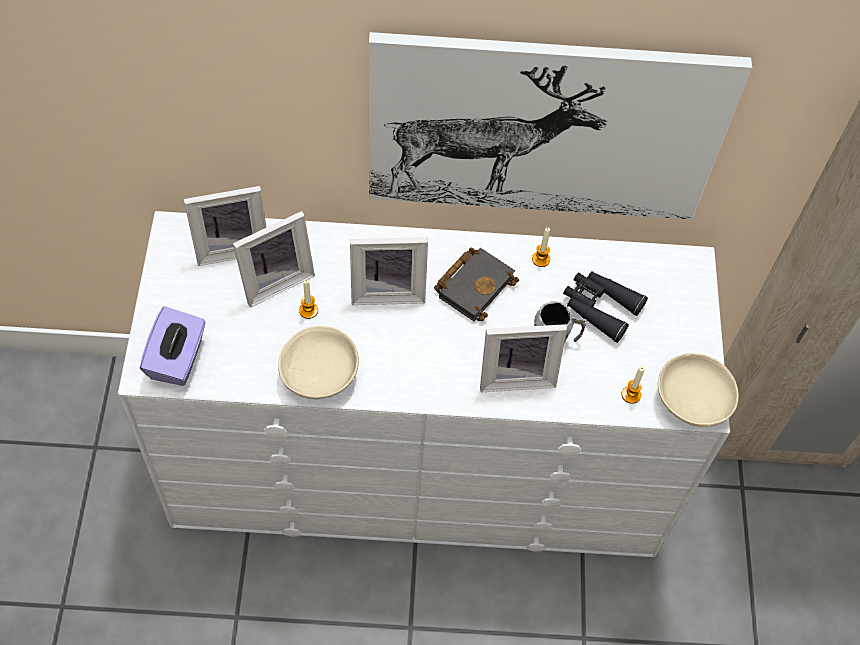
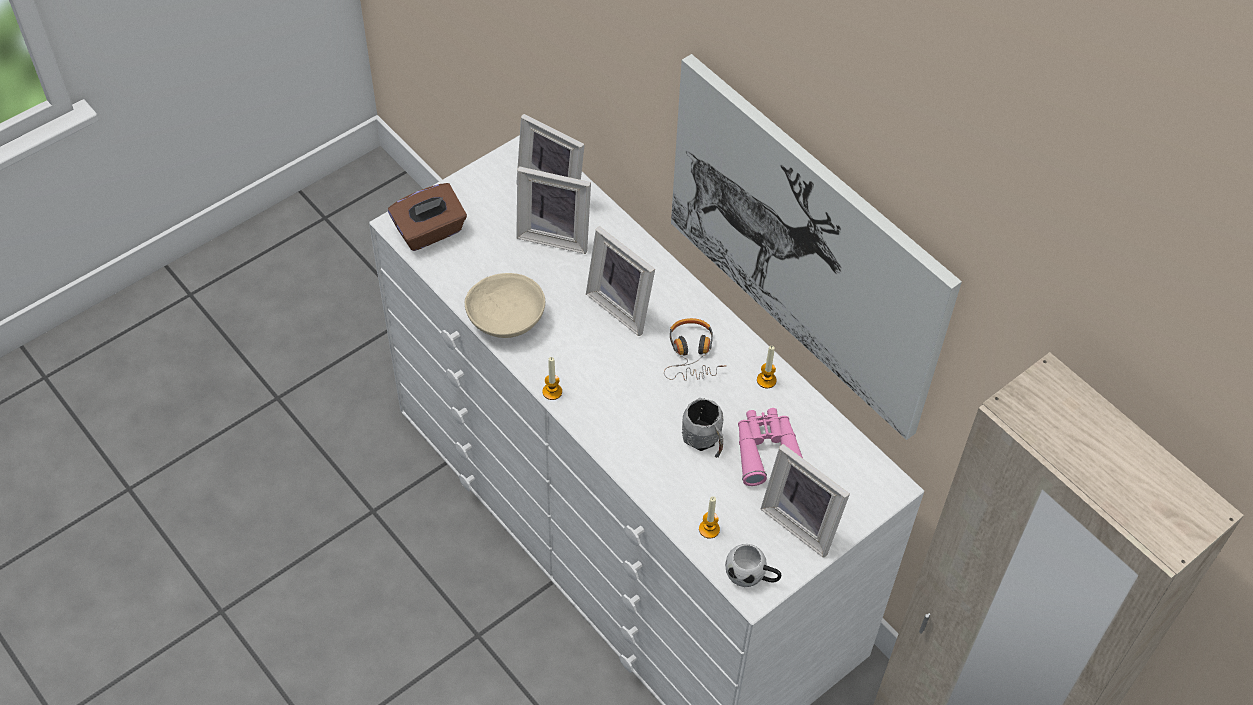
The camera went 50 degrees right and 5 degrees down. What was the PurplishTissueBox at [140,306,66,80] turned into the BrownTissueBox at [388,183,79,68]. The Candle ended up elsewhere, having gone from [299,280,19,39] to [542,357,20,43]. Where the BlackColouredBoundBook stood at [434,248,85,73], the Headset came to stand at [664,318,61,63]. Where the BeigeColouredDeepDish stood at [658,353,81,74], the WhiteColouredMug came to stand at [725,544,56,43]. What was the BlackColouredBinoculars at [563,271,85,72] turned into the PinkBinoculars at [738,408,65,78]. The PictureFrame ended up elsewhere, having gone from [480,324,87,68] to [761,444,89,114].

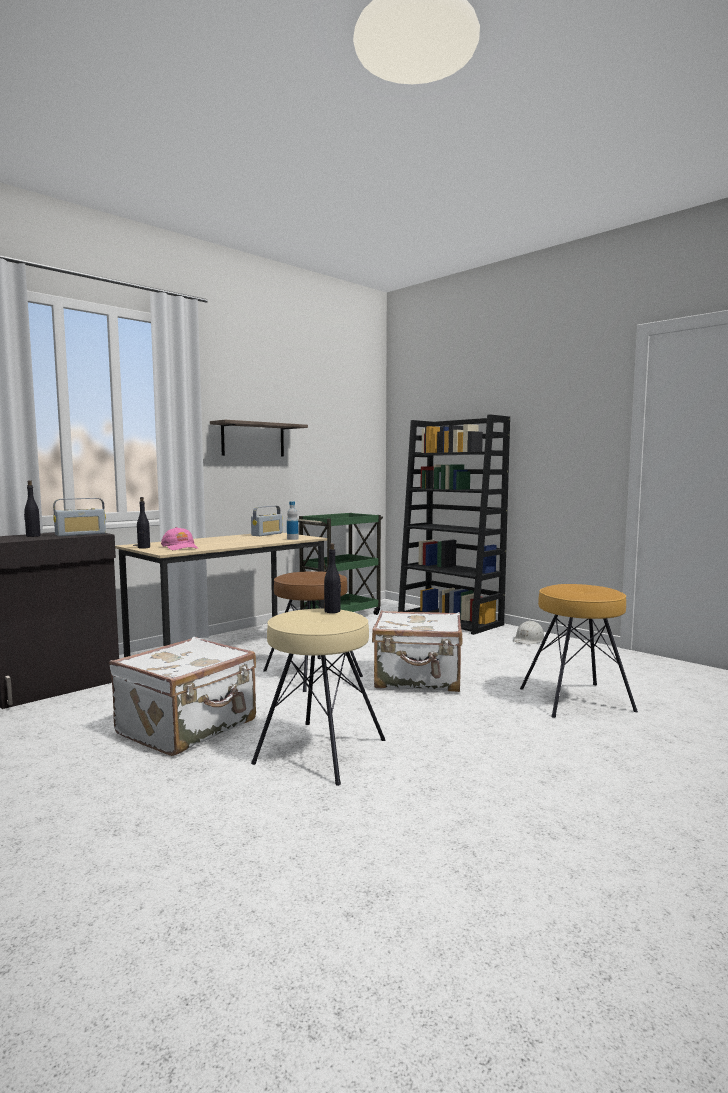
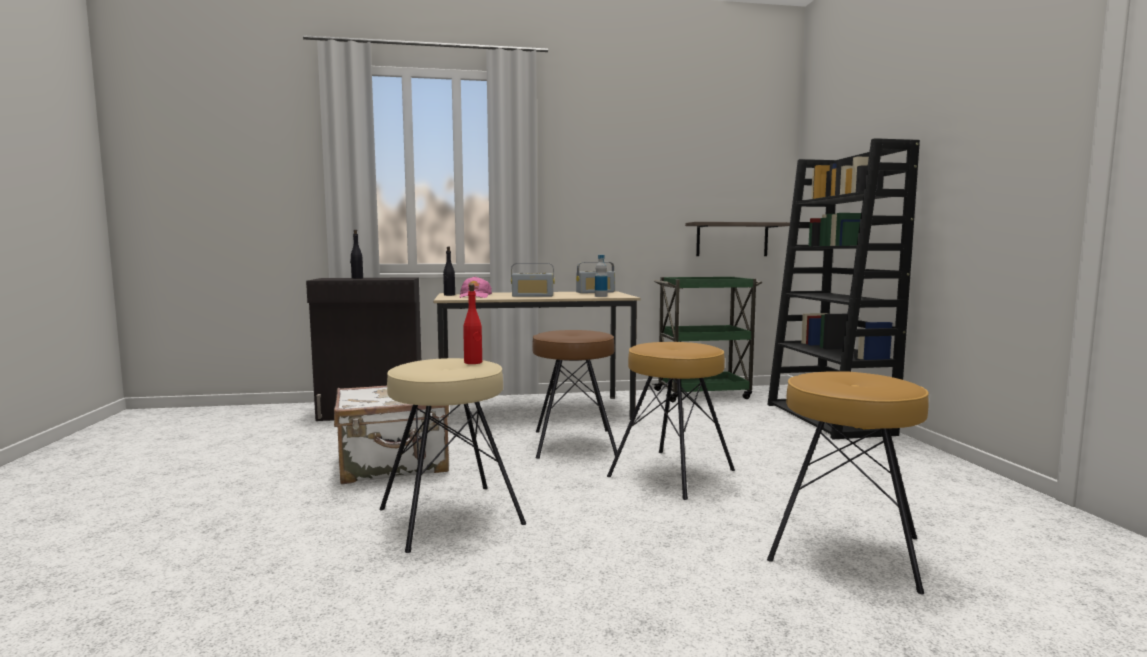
The camera went 35 degrees right and 0 degrees up. What was the BlackColouredBottle at [324,543,17,70] turned into the RedBottle at [463,284,19,80]. The Radio ended up elsewhere, having gone from [53,498,53,38] to [511,263,43,34]. Where the WhiteColouredSuitcase stood at [372,610,90,82], the BrownStoolSeat came to stand at [607,342,128,158]. The BracketShelf ended up elsewhere, having gone from [210,420,98,37] to [685,222,105,34]. The second view lost the WhiteColouredWorkHelmet at [513,621,31,23].

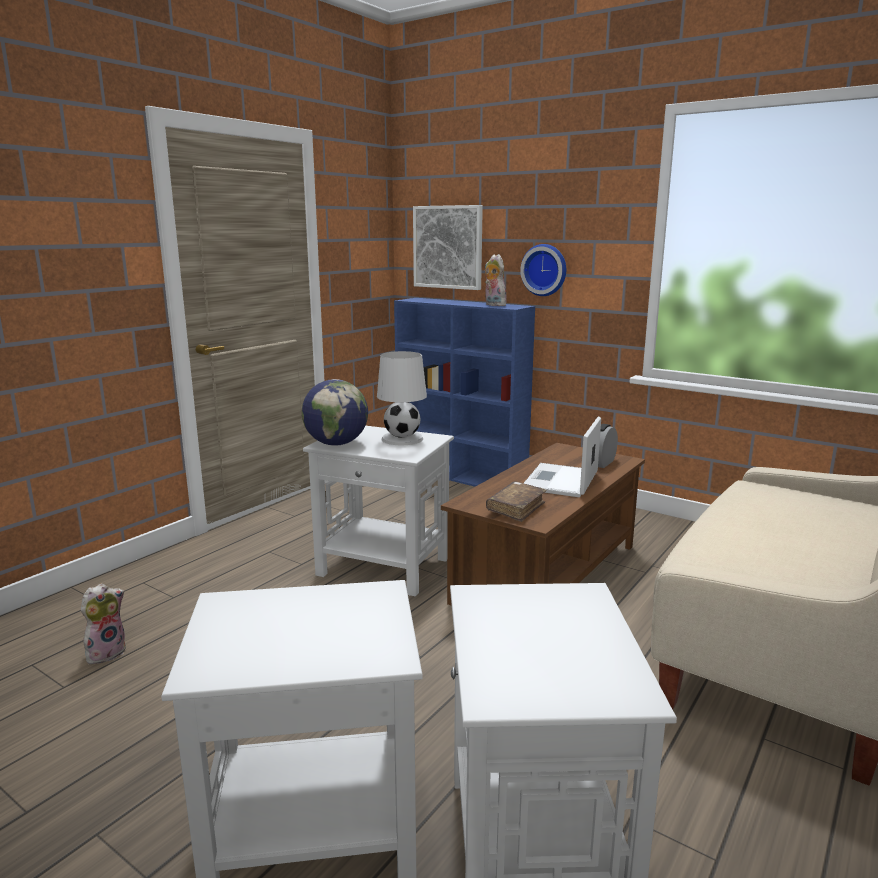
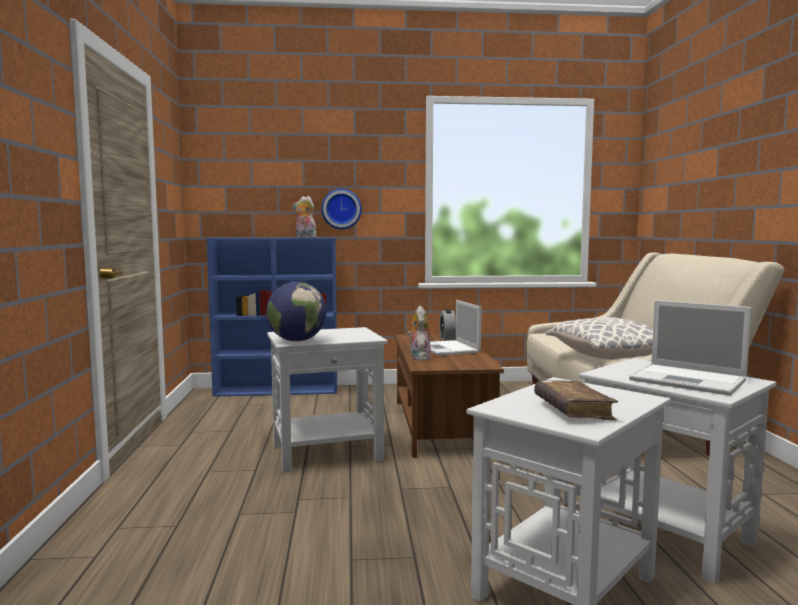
The camera went 40 degrees left and 10 degrees down. The CuddlyToy ended up elsewhere, having gone from [81,583,45,81] to [407,306,24,55]. The BrownBoundBook ended up elsewhere, having gone from [486,481,61,41] to [534,380,84,41]. The second view gained the Pillow at [546,317,107,42]. The second view gained the Laptop at [629,300,123,96]. The second view lost the WhiteColouredLampForATable at [377,351,50,94]. The second view lost the Picture at [413,205,70,85].

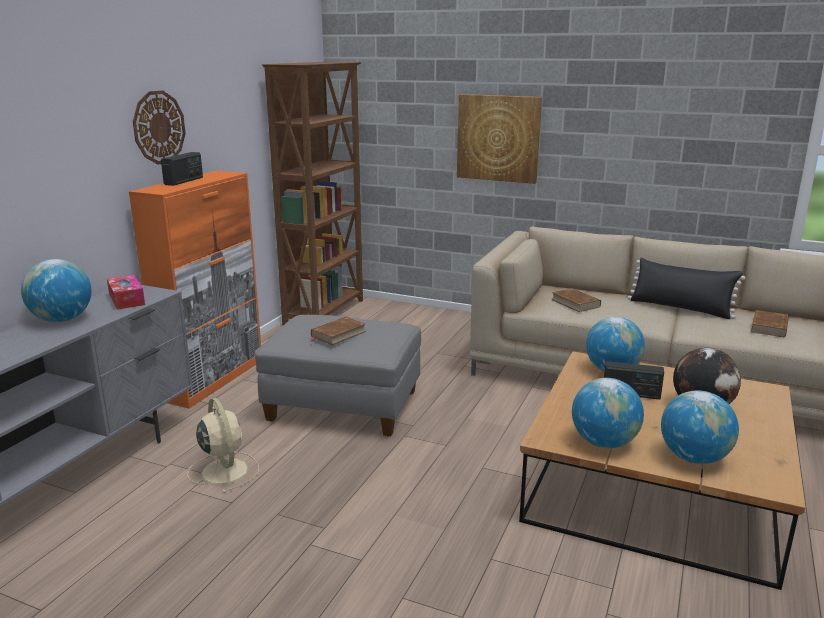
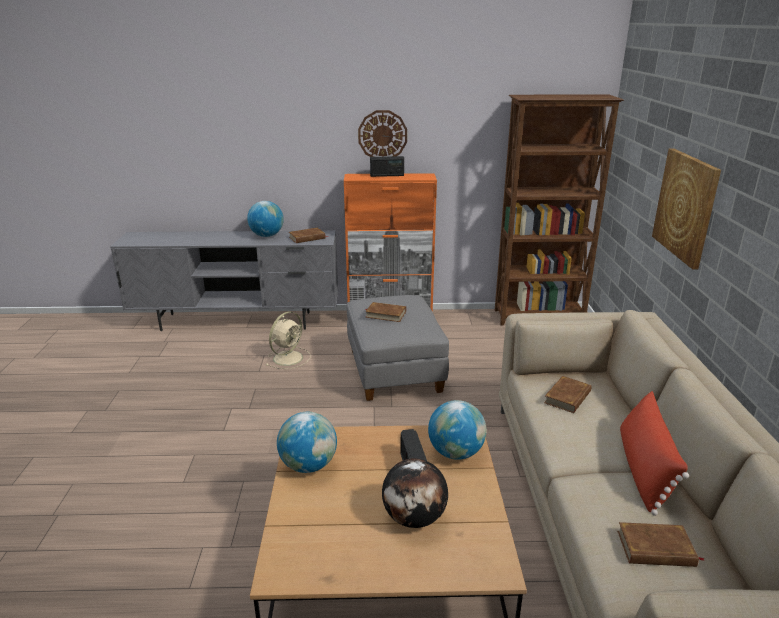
The camera went 65 degrees right and 5 degrees up. Where the TissueBox stood at [107,275,38,34], the BrownBoundBook came to stand at [289,228,40,15]. What was the BlackColouredPillow at [627,258,118,61] turned into the RedPillow at [620,391,69,125]. The second view lost the Globe at [661,390,78,74].

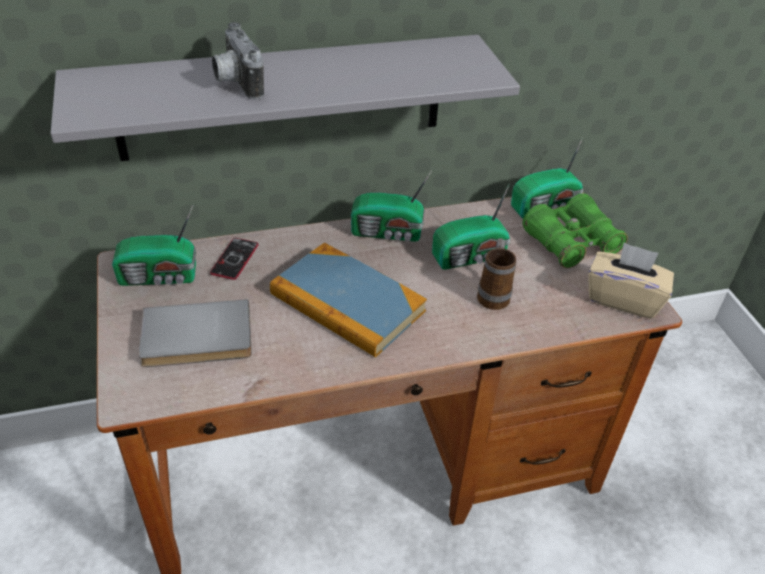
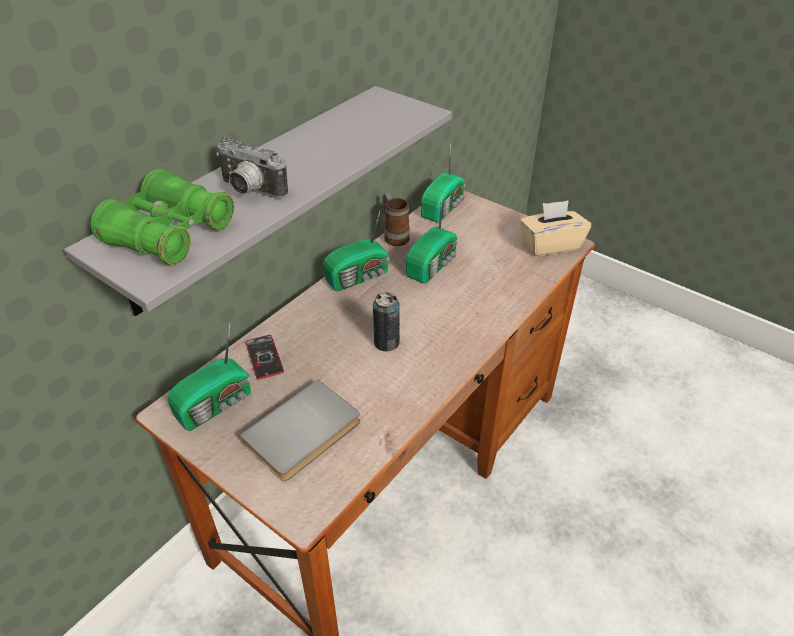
The camera went 35 degrees left and 0 degrees up. The GreenishBinoculars ended up elsewhere, having gone from [522,193,106,75] to [91,169,143,96]. Where the BoundBook stood at [270,243,157,114], the MetalCan came to stand at [373,292,27,60]. The Mug ended up elsewhere, having gone from [477,238,39,72] to [382,193,28,53].

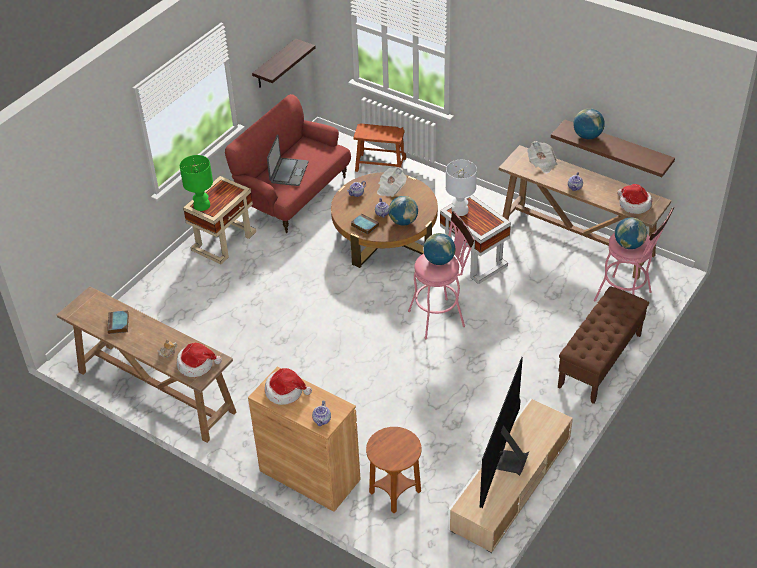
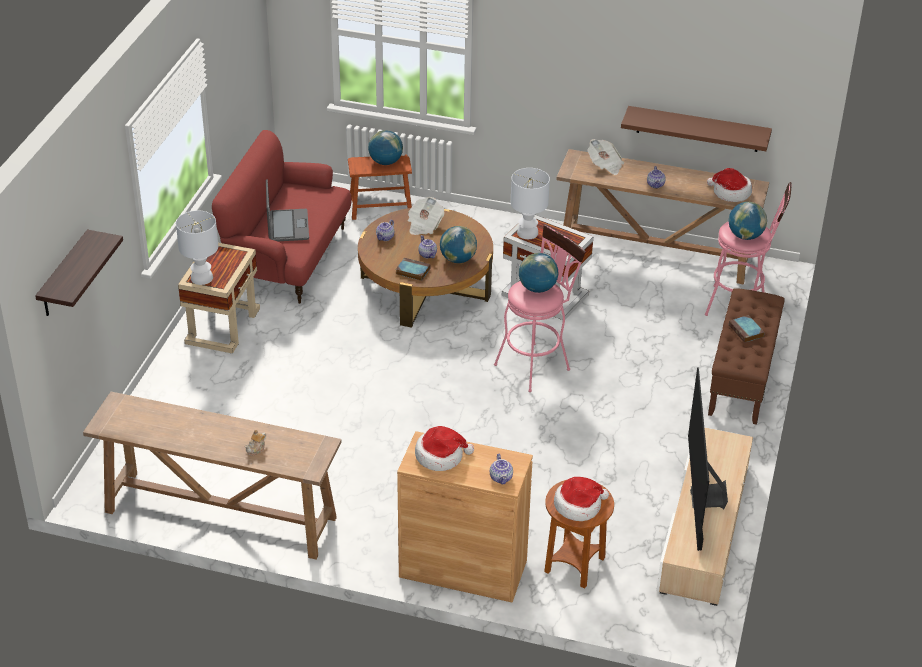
The camera went 20 degrees left and 5 degrees down. The BracketShelf ended up elsewhere, having gone from [252,39,64,49] to [35,229,88,87]. What was the GreenishLampForATable at [180,155,33,56] turned into the WhiteColouredLampForATable at [176,211,42,74]. The Globe ended up elsewhere, having gone from [574,108,31,31] to [368,130,35,35]. The WearableHat ended up elsewhere, having gone from [177,343,45,34] to [554,477,55,44]. The BoundBook ended up elsewhere, having gone from [107,310,22,24] to [729,315,35,28].

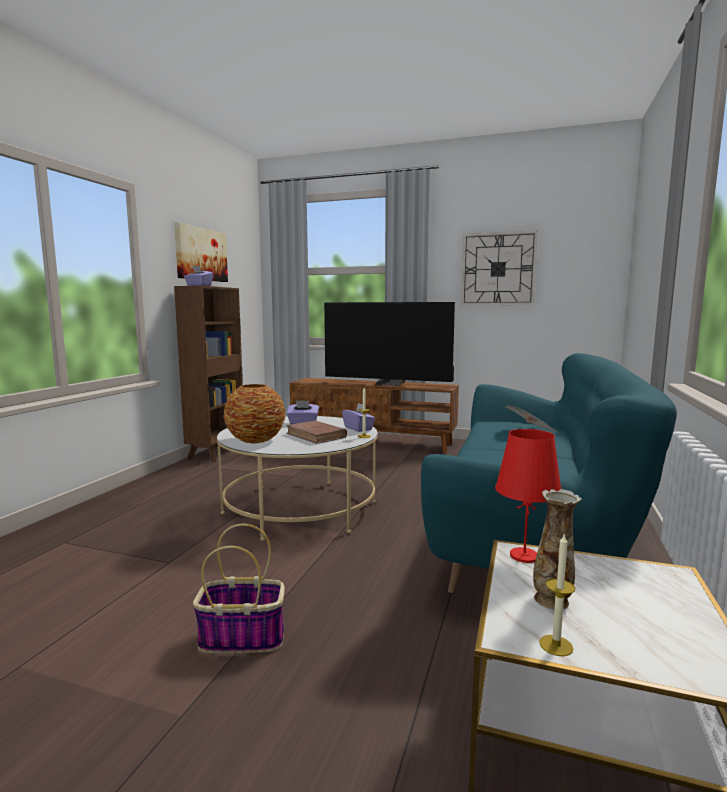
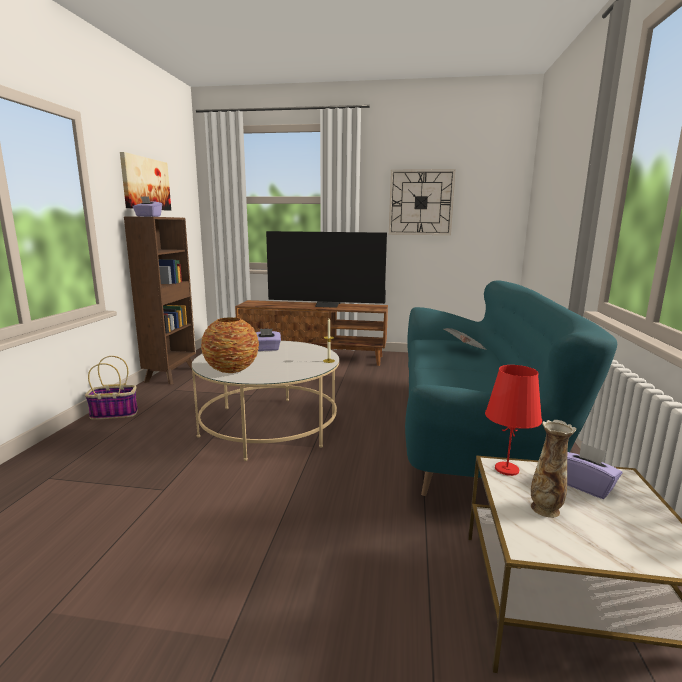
The camera went 10 degrees left and 5 degrees up. The Basket ended up elsewhere, having gone from [193,524,92,129] to [85,356,53,64]. The PurplishTissueBox ended up elsewhere, having gone from [342,403,33,29] to [567,443,55,56]. The second view lost the BrownBoundBook at [286,420,61,24]. The second view lost the Candle at [539,535,36,121].

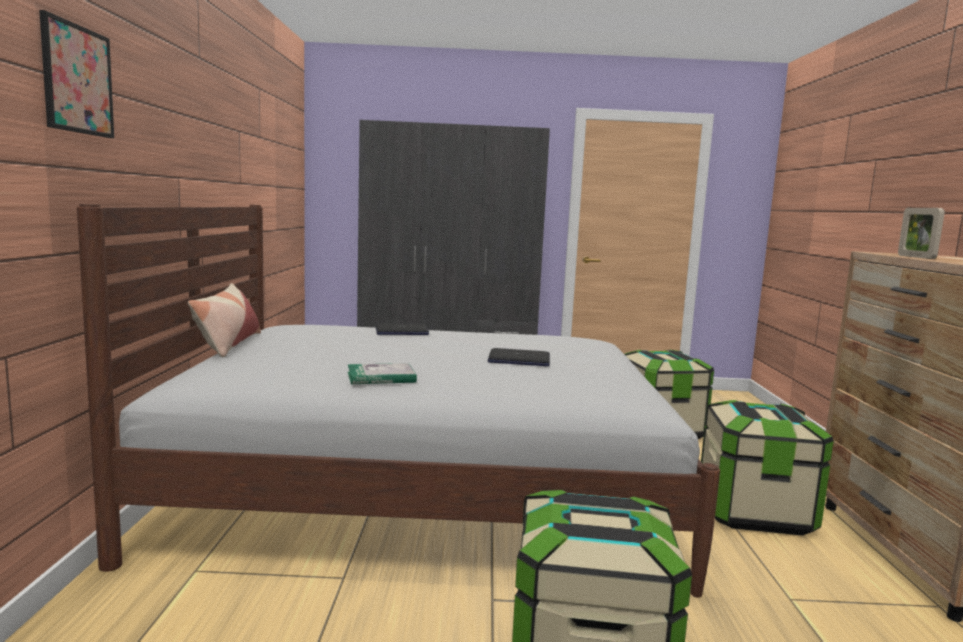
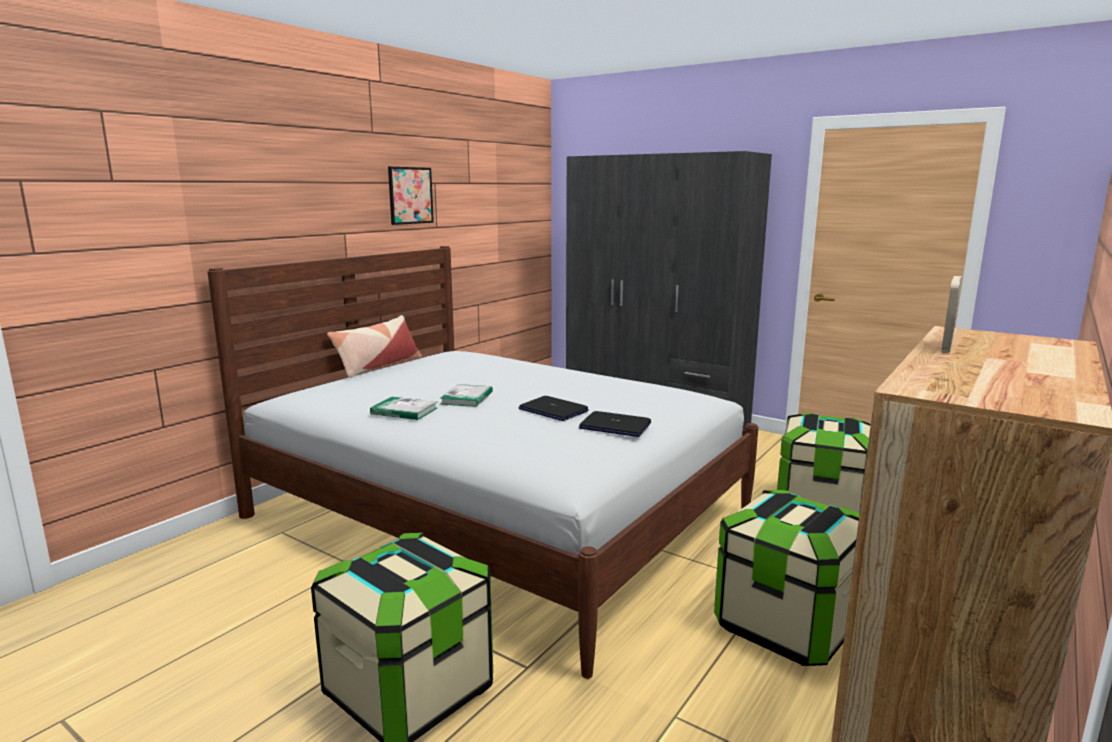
The camera went 35 degrees right and 5 degrees up. The Picture ended up elsewhere, having gone from [39,10,75,128] to [388,167,46,58]. The second view gained the BoundBook at [440,384,53,23]. The Laptop ended up elsewhere, having gone from [375,323,54,12] to [579,411,72,26].

